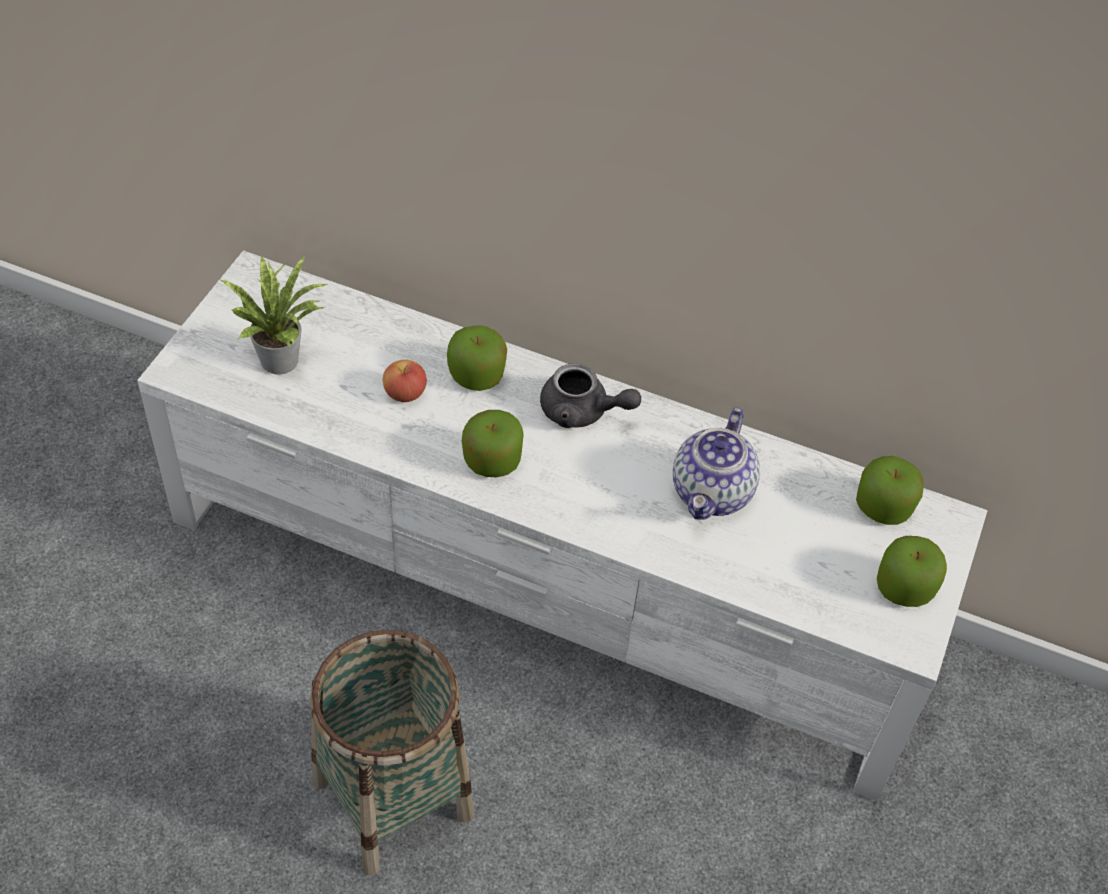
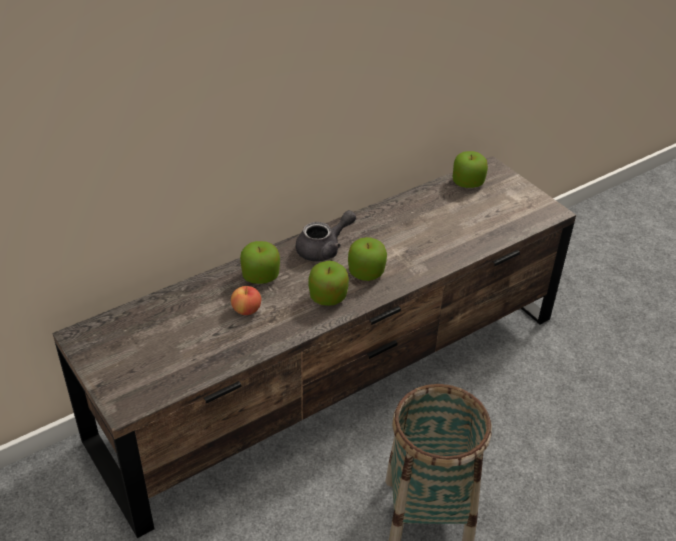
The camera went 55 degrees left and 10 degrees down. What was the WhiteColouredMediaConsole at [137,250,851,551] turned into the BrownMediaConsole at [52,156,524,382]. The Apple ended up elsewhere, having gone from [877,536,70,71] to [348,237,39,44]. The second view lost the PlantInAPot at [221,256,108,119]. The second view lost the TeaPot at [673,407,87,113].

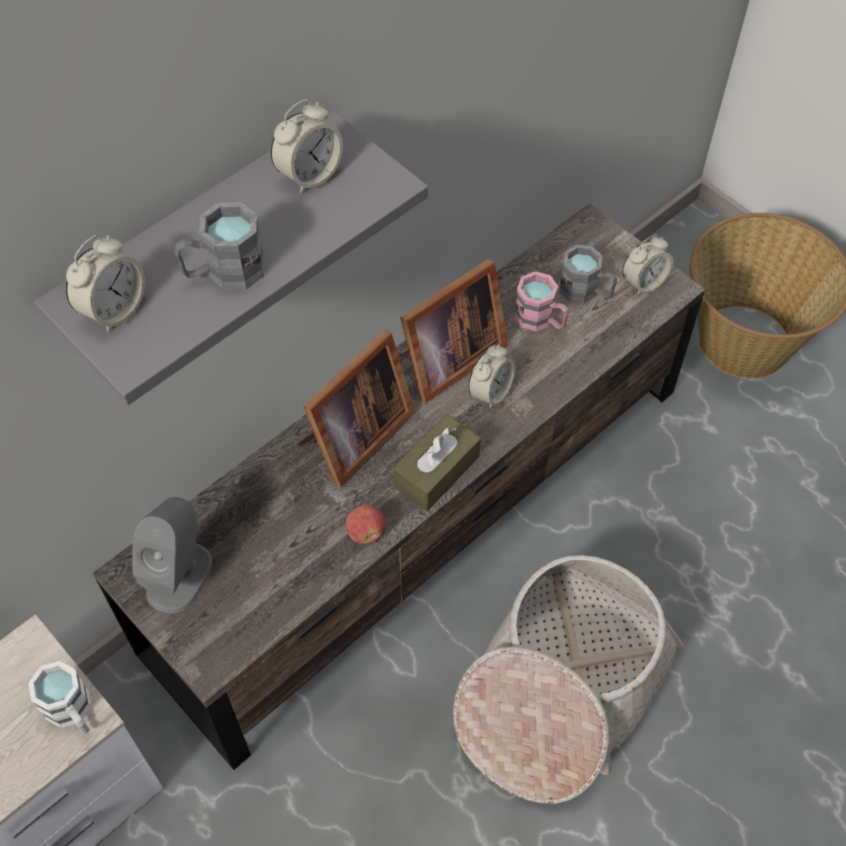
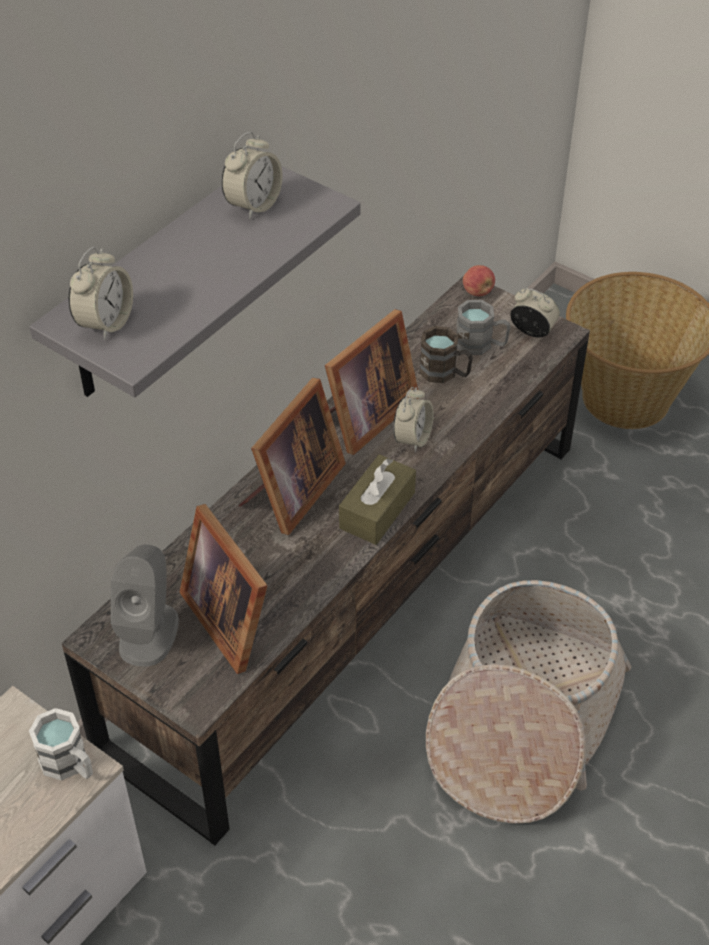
The camera went 10 degrees left and 10 degrees down. The second view gained the PictureFrame at [180,504,87,170]. What was the PinkMug at [514,271,55,61] turned into the BrownMug at [419,326,54,57]. The Apple ended up elsewhere, having gone from [346,504,40,40] to [463,265,32,31]. The BedsideClock at [622,234,51,62] ended up facing another way, 105 degrees counterclockwise from before. The second view lost the GrayMug at [174,202,91,88].

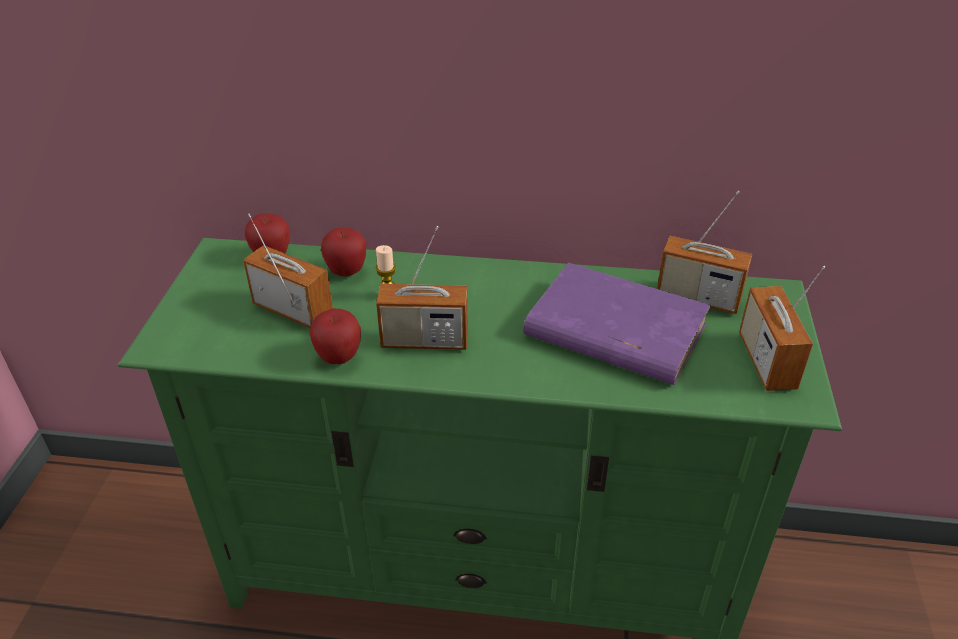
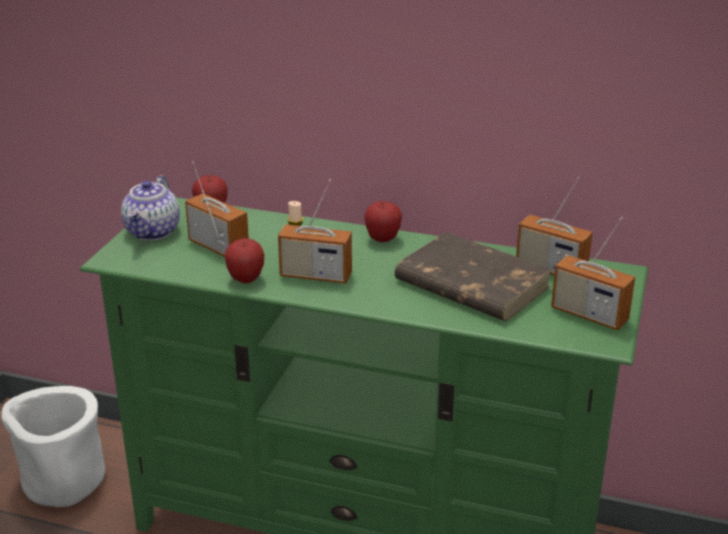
The camera went 10 degrees right and 10 degrees down. The second view gained the WhiteColouredFlowerPot at [1,386,104,121]. The second view gained the TeaPot at [121,175,59,65]. The Apple ended up elsewhere, having gone from [321,228,45,49] to [364,201,38,41]. What was the PurplishBoundBook at [523,262,188,123] turned into the BrownBoundBook at [395,232,157,89]. The Radio at [739,266,86,125] ended up facing another way, 60 degrees counterclockwise from before.

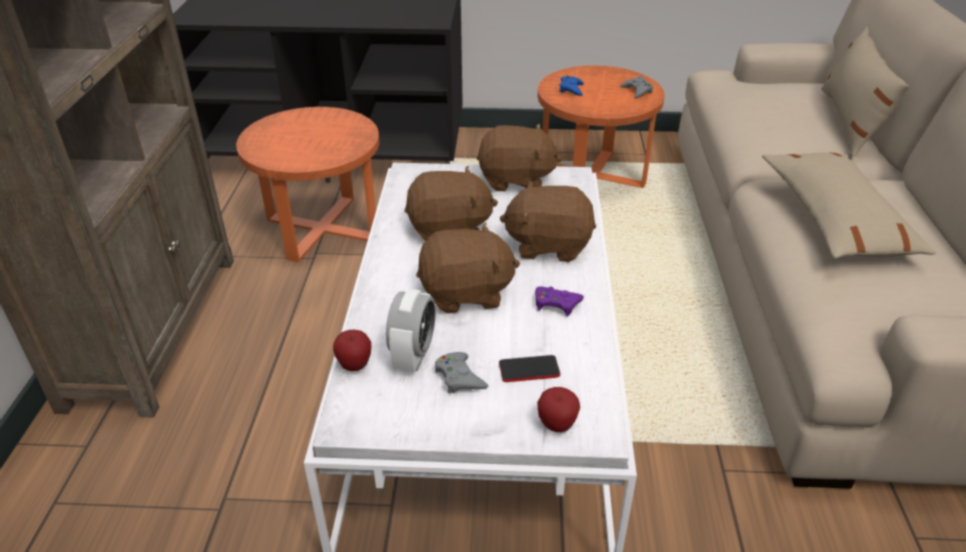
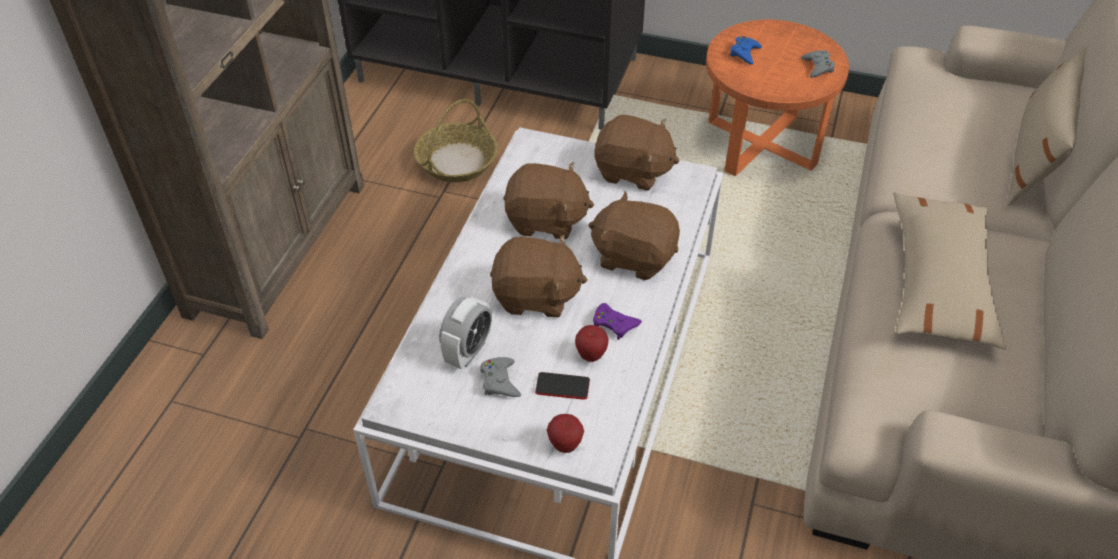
The camera went 15 degrees right and 10 degrees up. Where the OrangeEndTable stood at [236,107,143,155], the Basket came to stand at [414,99,84,83]. The Apple ended up elsewhere, having gone from [333,330,38,41] to [575,325,34,37].

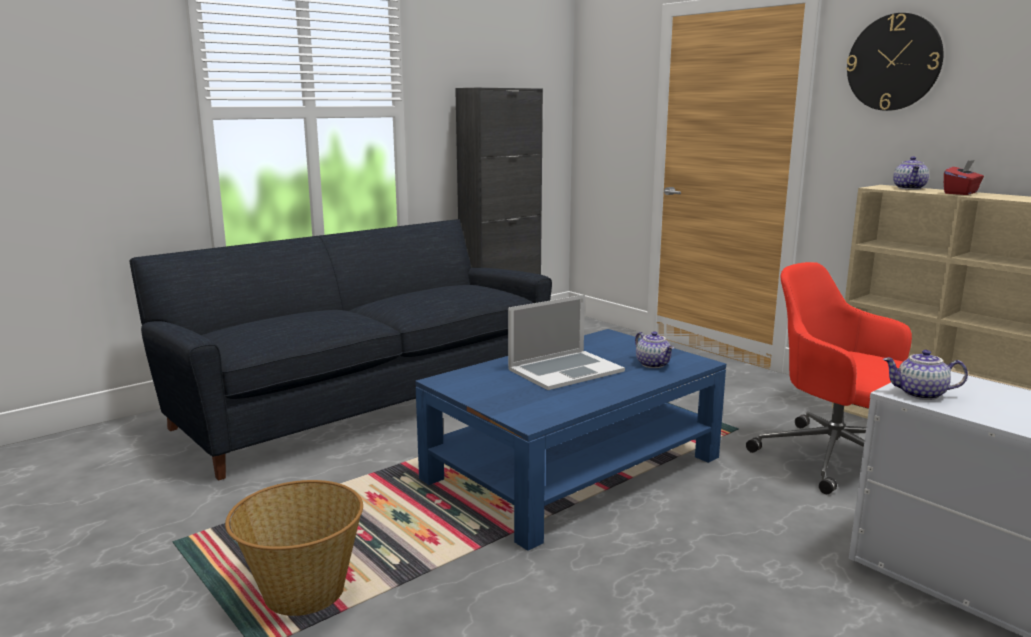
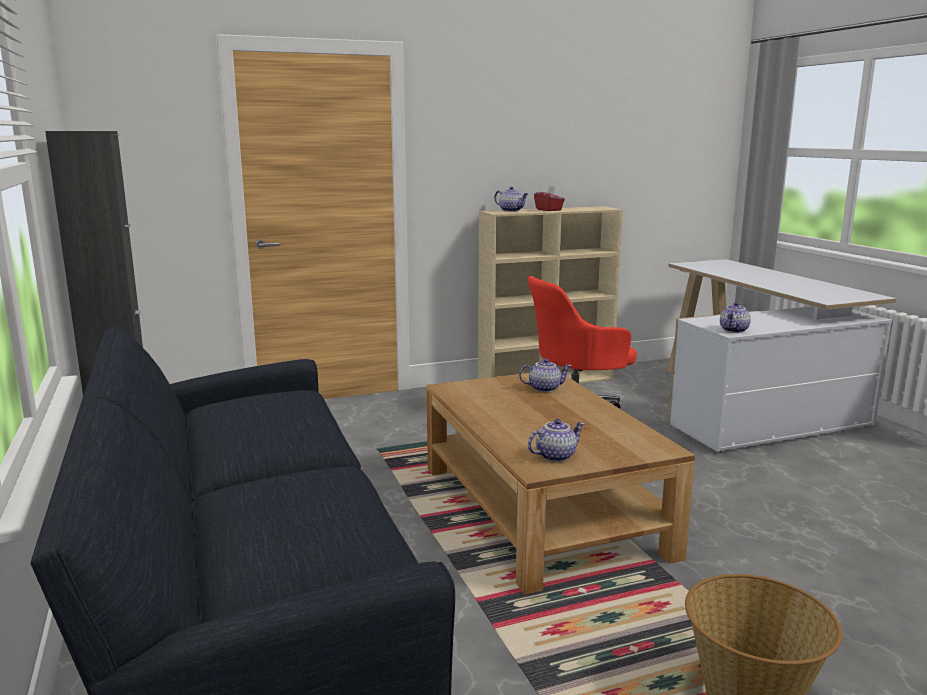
The camera went 70 degrees left and 0 degrees up. What was the BluishCoffeeTable at [415,329,311,222] turned into the BrownCoffeeTable at [427,373,268,222]. The second view gained the TeaPot at [528,419,56,43]. The second view lost the Laptop at [508,295,117,95]. The second view lost the ClockOnTheWall at [846,13,98,98].

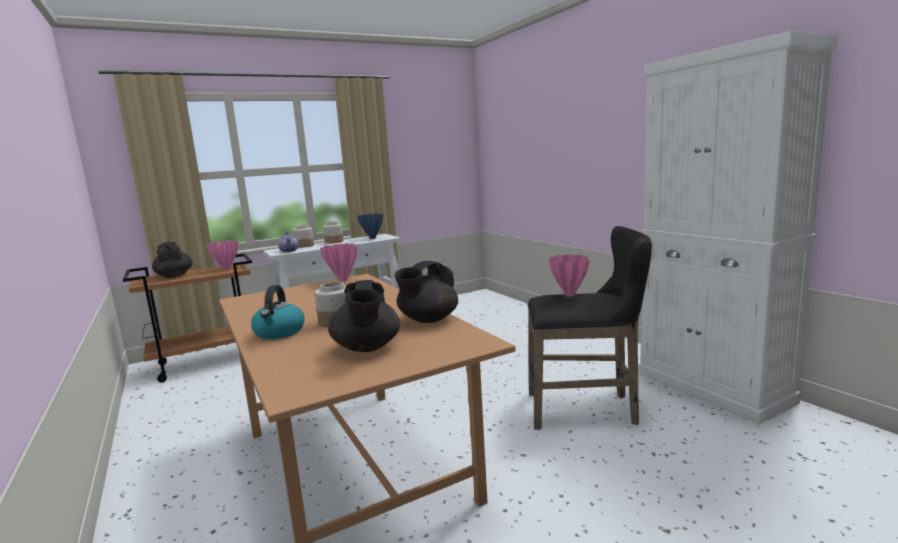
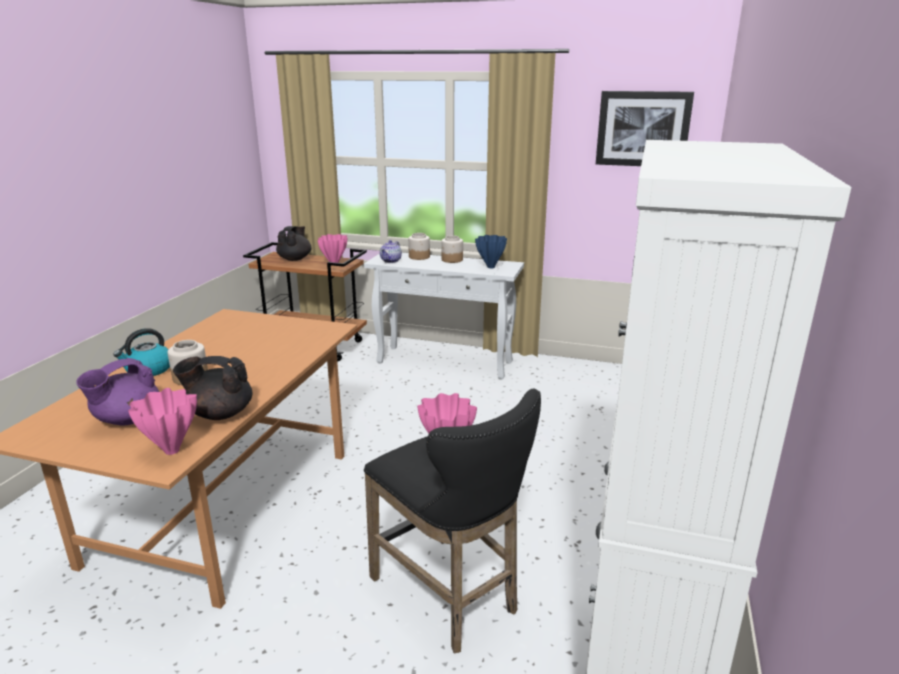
The camera went 45 degrees right and 10 degrees up. What was the BlackColouredTeaPot at [328,280,72,72] turned into the PurplishTeaPot at [76,358,83,68]. The PinkDecorativeVase ended up elsewhere, having gone from [320,243,37,38] to [128,388,69,67]. The second view gained the Picture at [596,91,98,75].

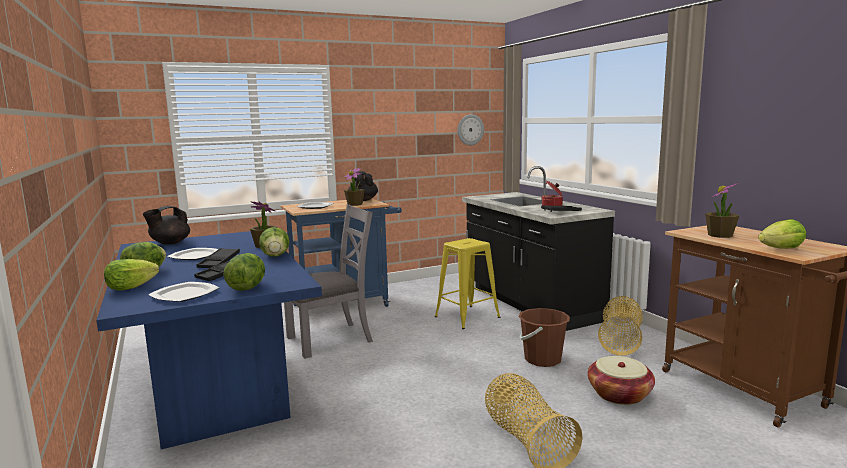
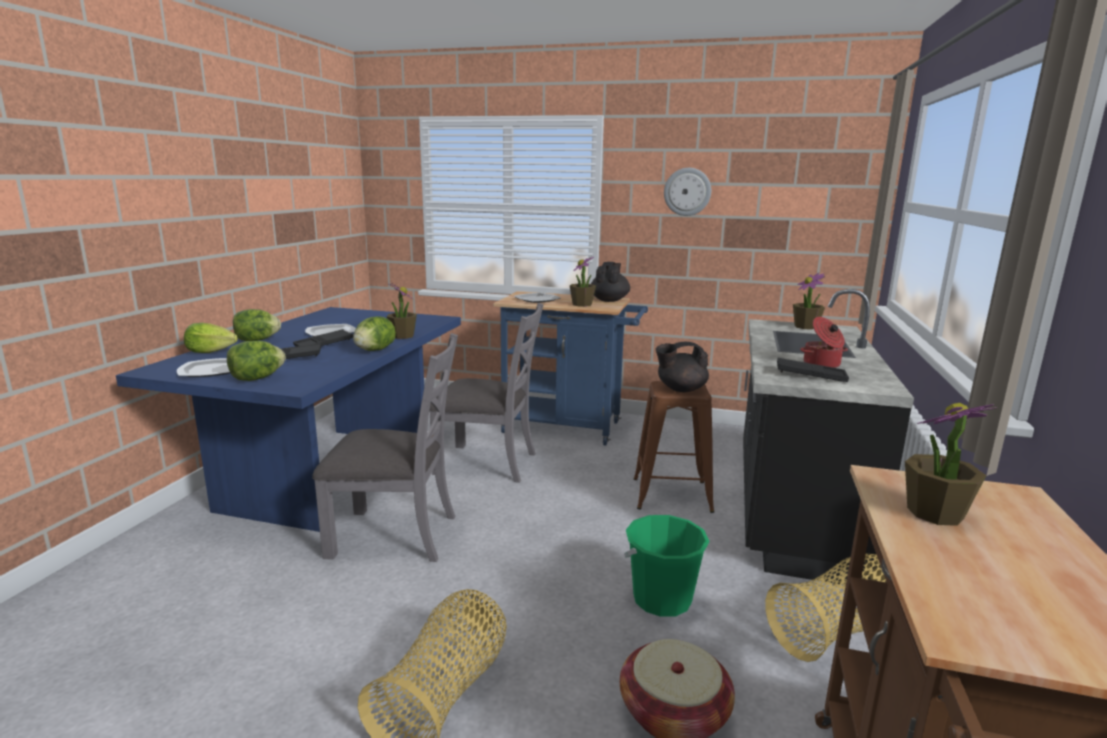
The camera went 40 degrees right and 5 degrees up. The second view gained the GrayUprightChair at [312,333,146,229]. What was the BrownBucket at [519,308,51,59] turned into the GreenishBucket at [624,515,86,102]. What was the YellowColouredStoolSeat at [435,238,65,91] turned into the BrownStoolSeat at [634,381,80,132]. The BlackColouredTeaPot ended up elsewhere, having gone from [143,206,47,39] to [656,342,53,51]. The ClockOnTheWall ended up elsewhere, having gone from [457,114,27,31] to [664,168,47,48]. The second view gained the PlantInAPot at [793,272,32,58]. The second view lost the LettuceHead at [758,219,48,30].

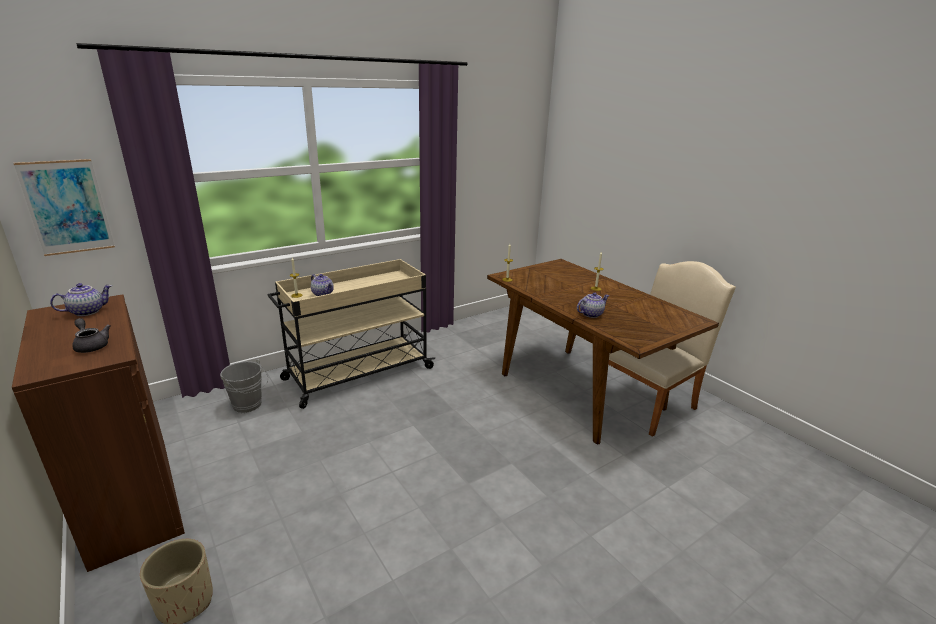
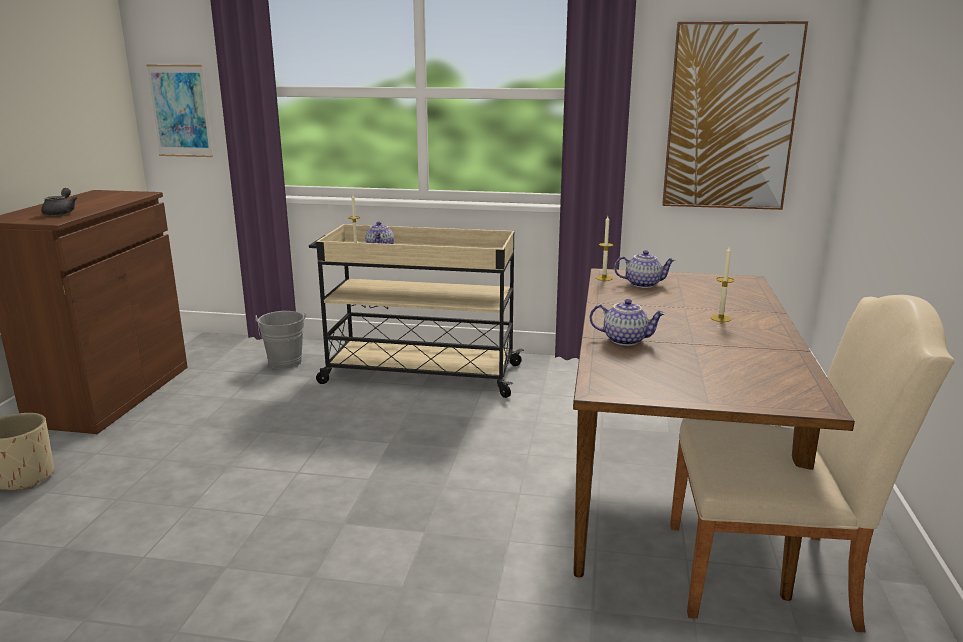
The camera went 45 degrees right and 5 degrees down. The TeaPot ended up elsewhere, having gone from [50,283,62,33] to [614,250,61,38]. The second view gained the Picture at [662,21,146,189].

